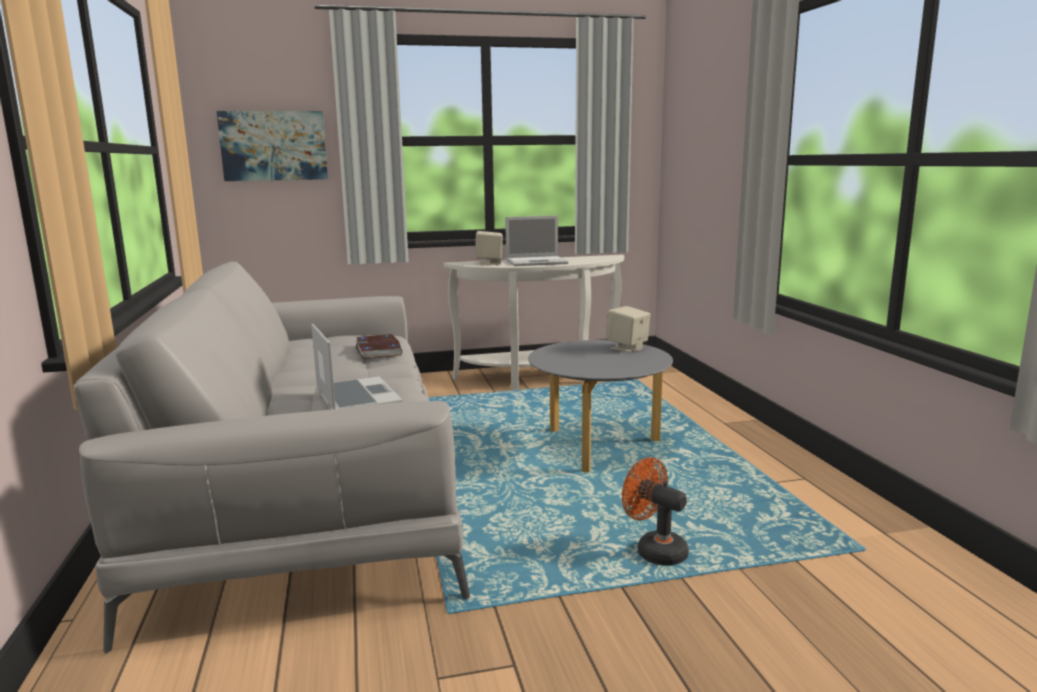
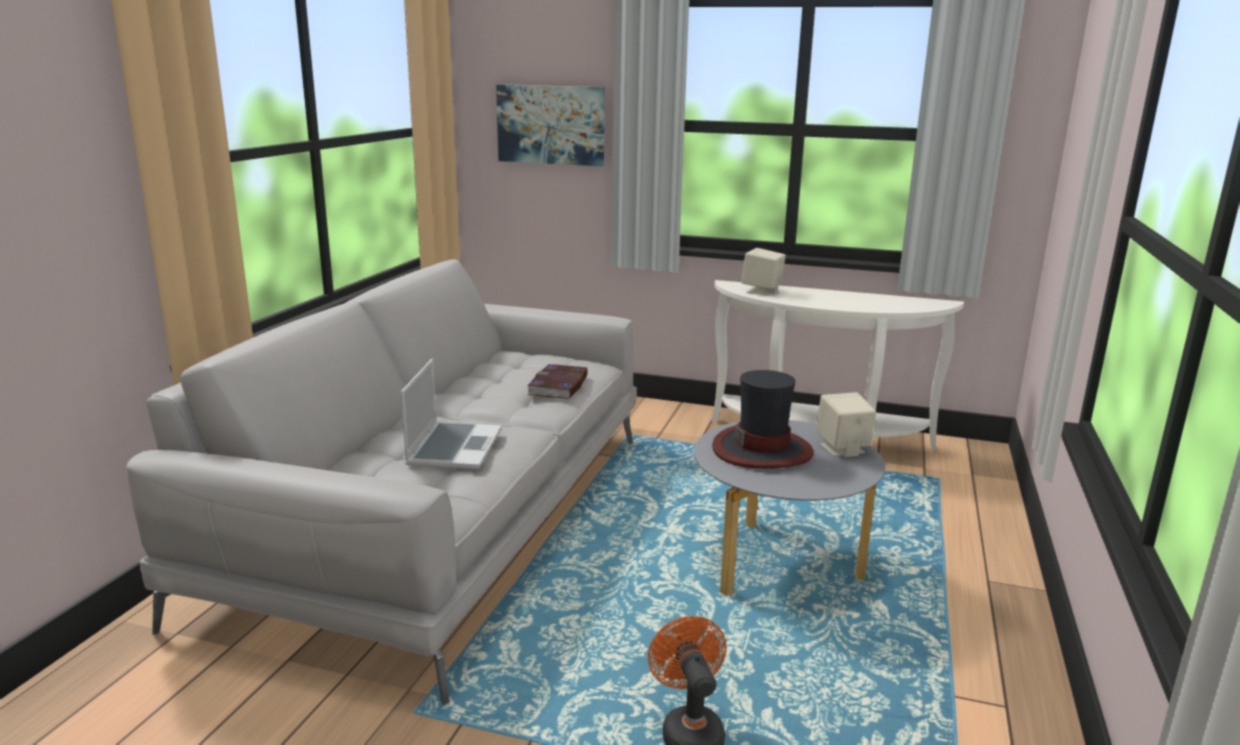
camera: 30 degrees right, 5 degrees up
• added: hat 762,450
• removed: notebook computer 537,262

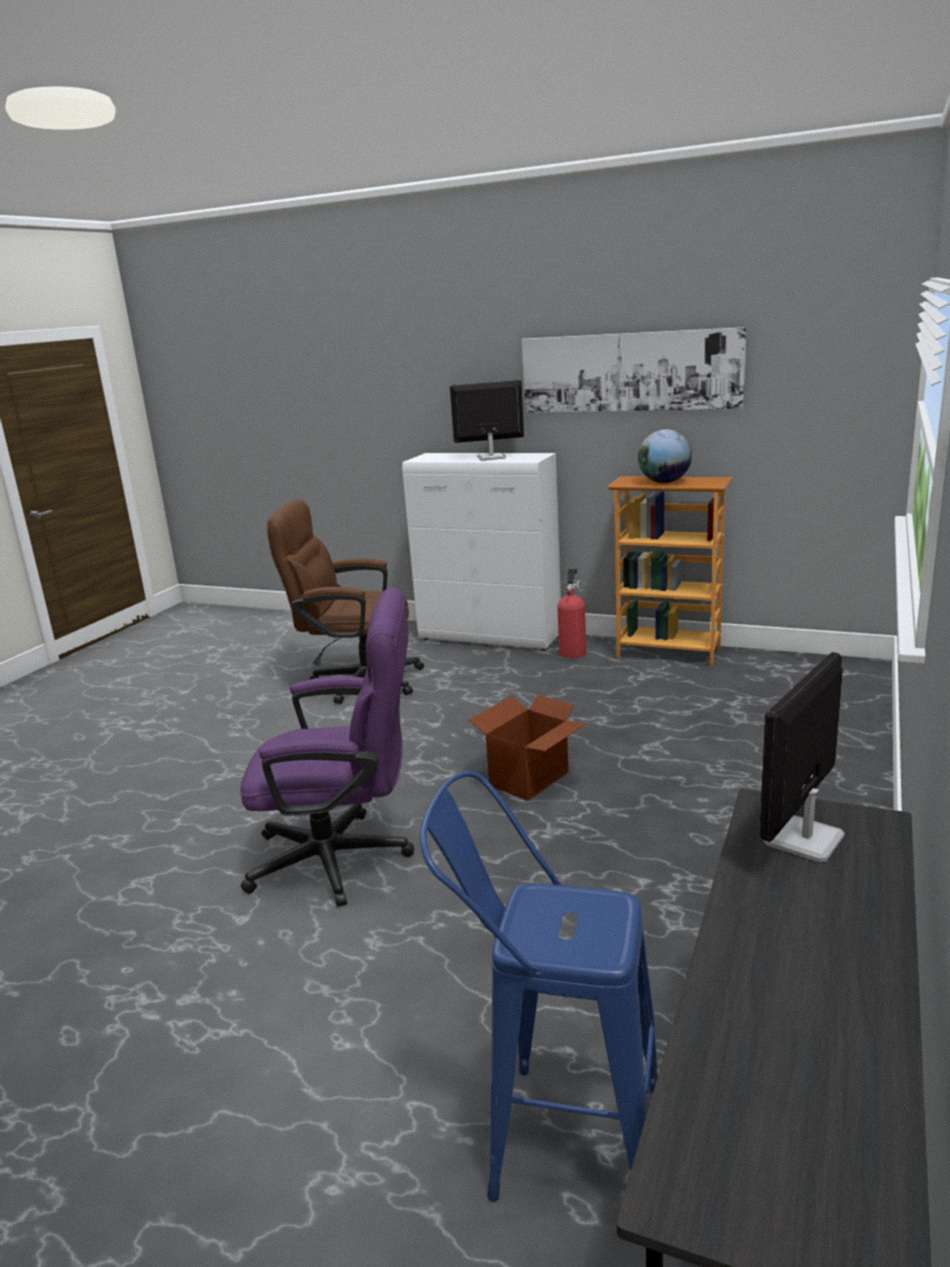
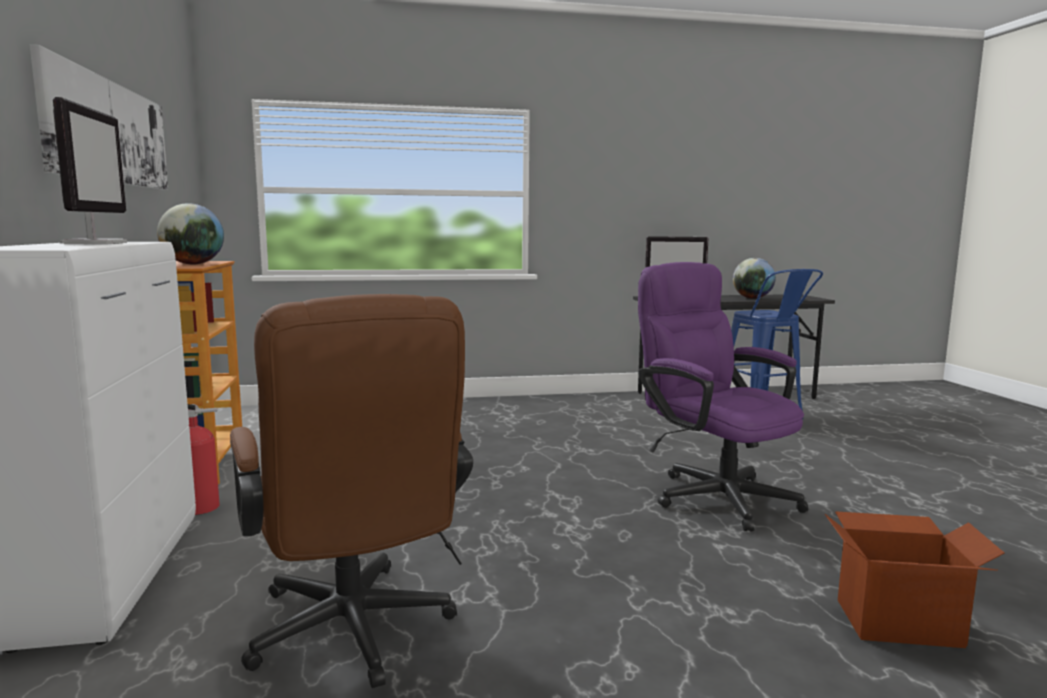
camera: 125 degrees left, 10 degrees down
• turned: computer screen 490,457 = 94,243 150 degrees counterclockwise
• added: desk globe 752,298
• moved: cardboard box 530,779 to 897,622

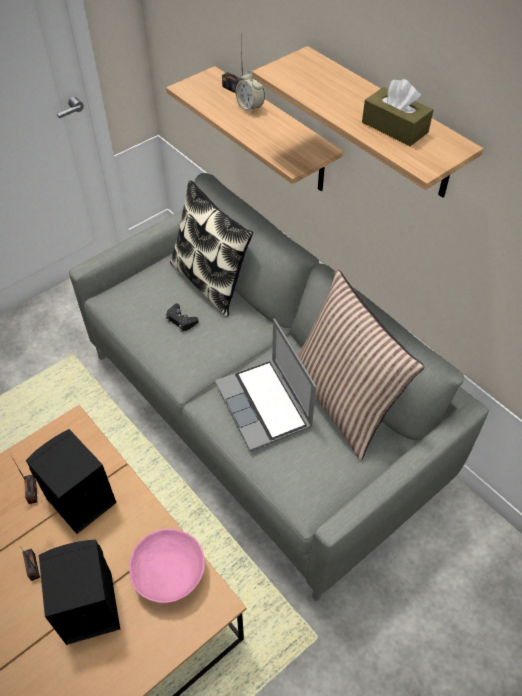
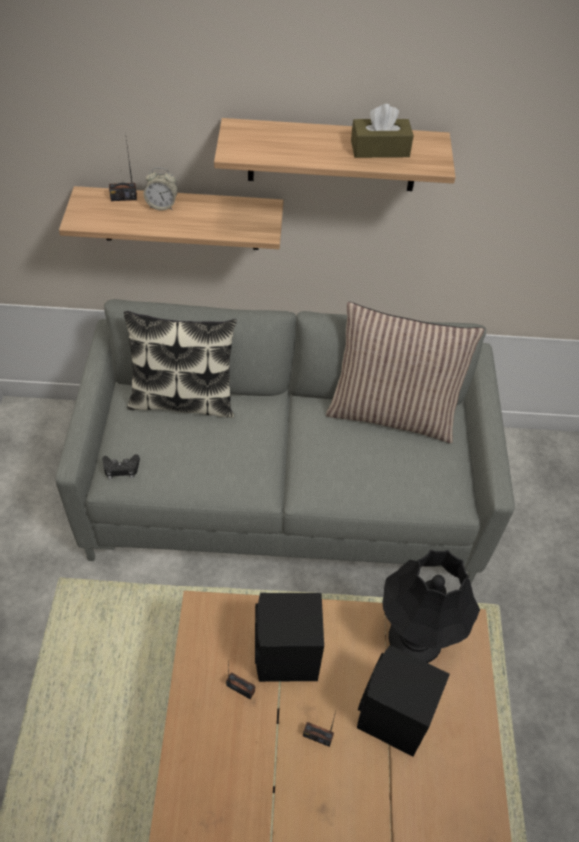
camera: 50 degrees left, 0 degrees up
• moved: gamepad in blackish 181,320 to 121,469
• replaced: bowl in pink-coloured 170,574 to tabletop lamp in blackish 415,639
• removed: notebook computer 265,406

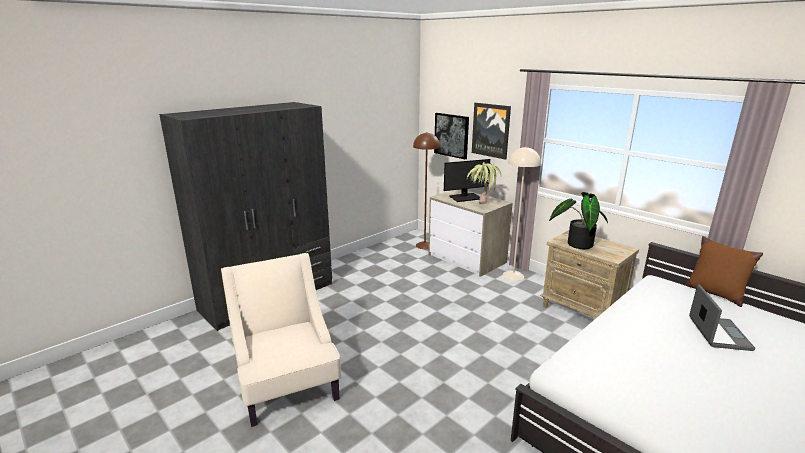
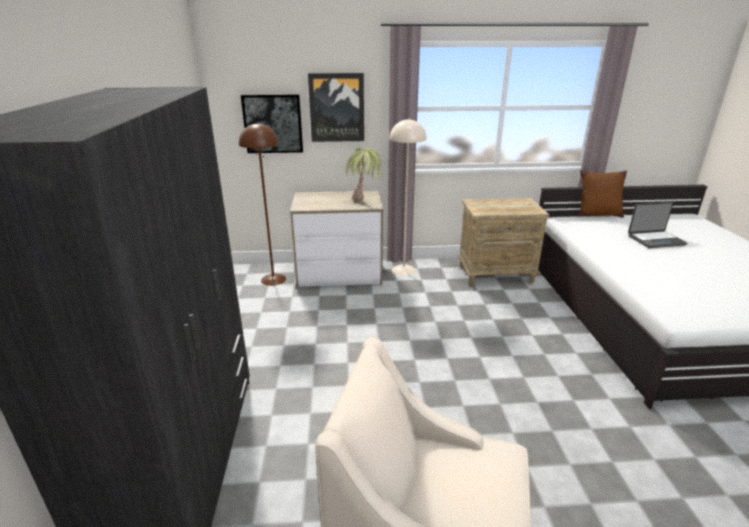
camera: 50 degrees left, 5 degrees up
• turned: notebook computer 718,333 = 655,240 120 degrees clockwise
• removed: computer screen 465,197
• removed: plant in a pot 577,244

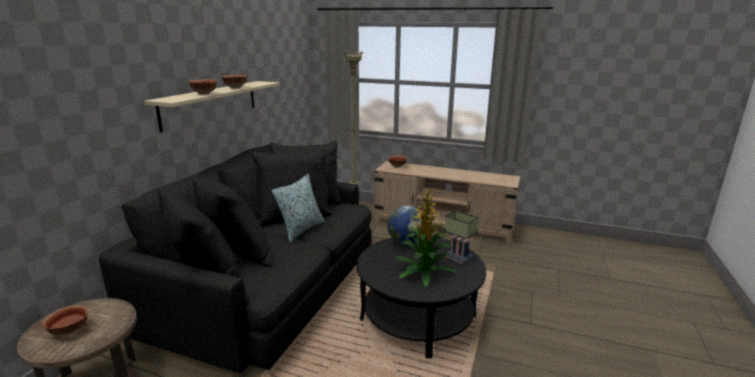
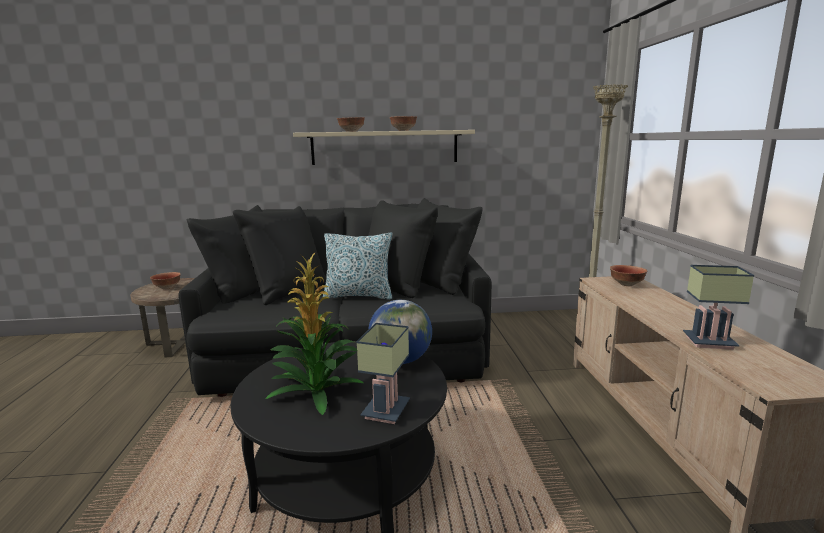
camera: 65 degrees right, 5 degrees down
• added: tabletop lamp 710,341

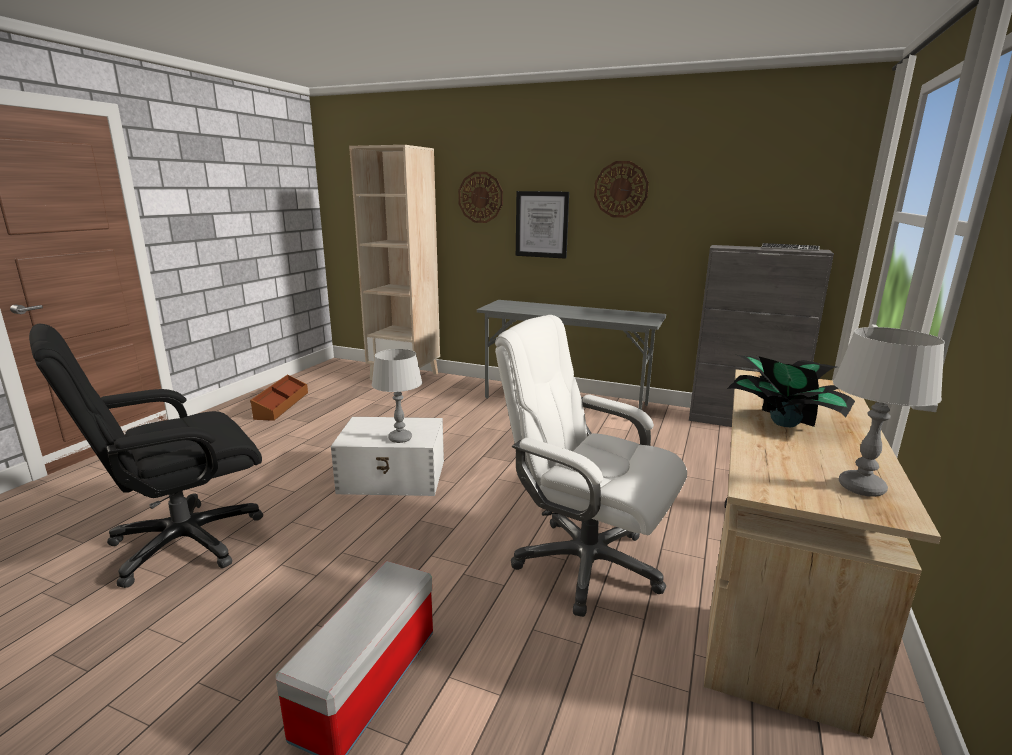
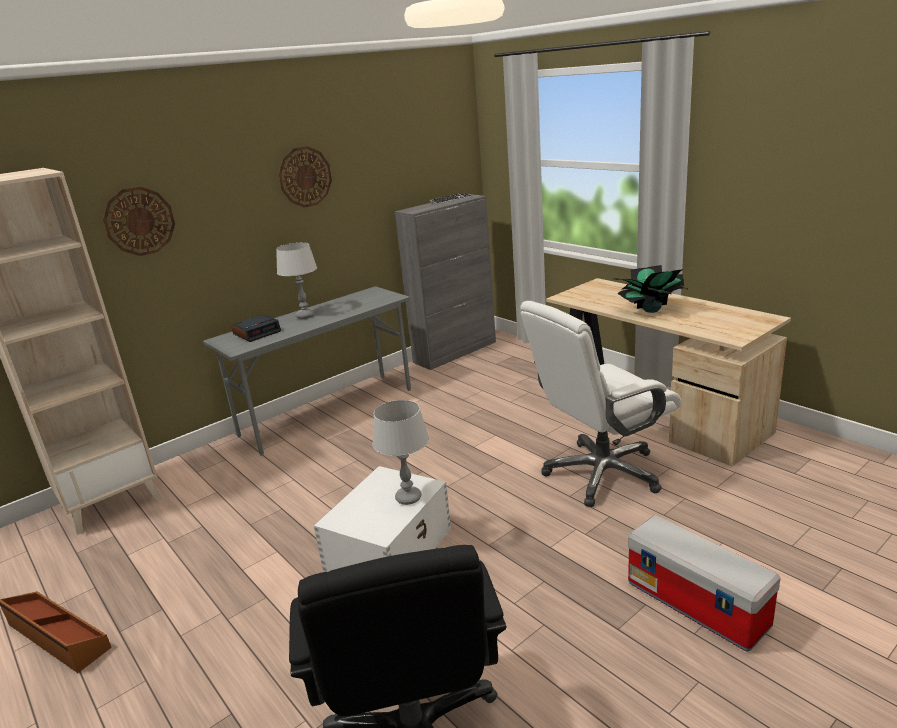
camera: 60 degrees left, 5 degrees up
• added: table clock 257,333
• moved: tabletop lamp in greyish 861,488 to 305,316
• removed: picture 542,224

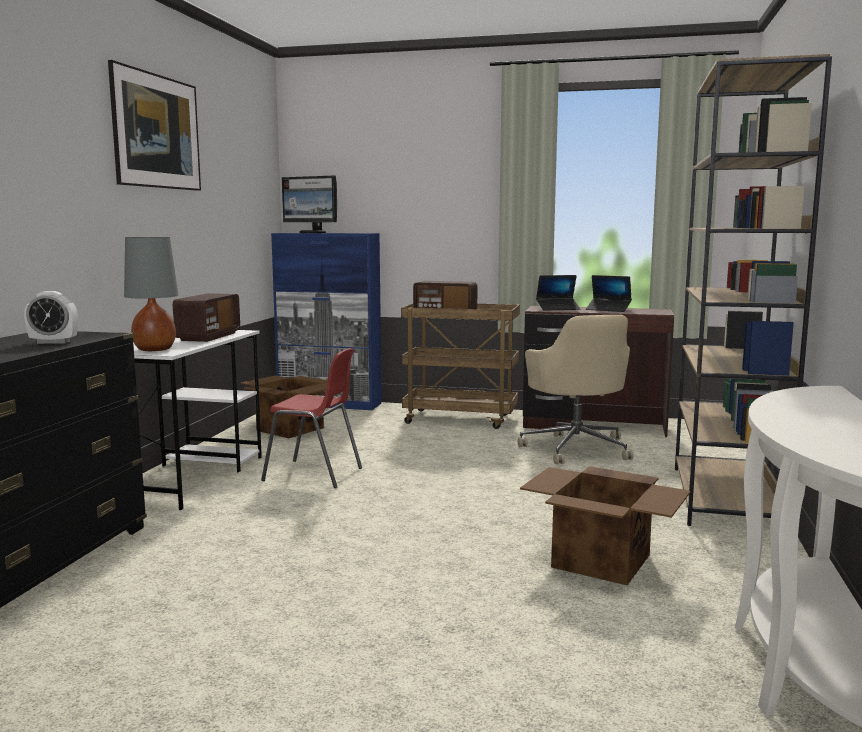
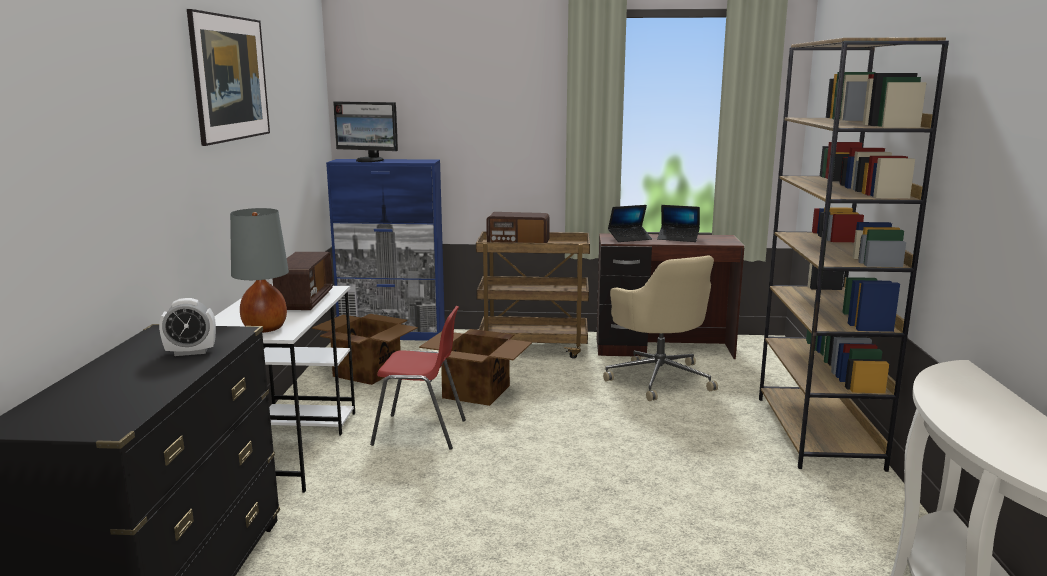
camera: 10 degrees left, 5 degrees up
• moved: cardboard box 602,561 to 477,392

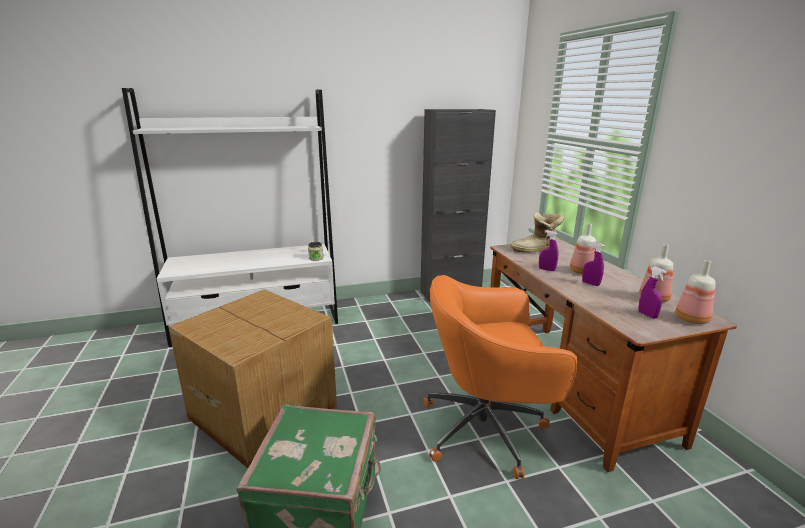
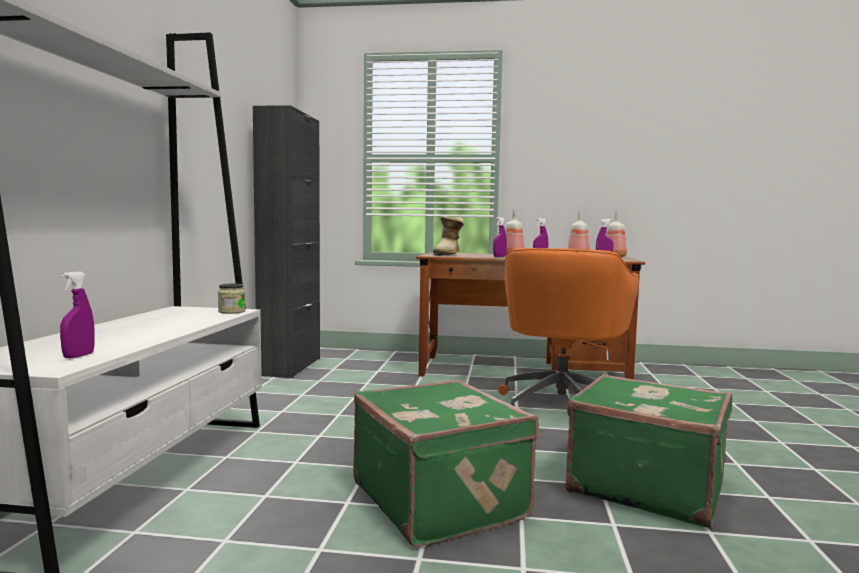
camera: 65 degrees left, 15 degrees down
• added: spray bottle in purplish 78,356
• replaced: cardboard box 264,411 to piece of luggage in green 441,500

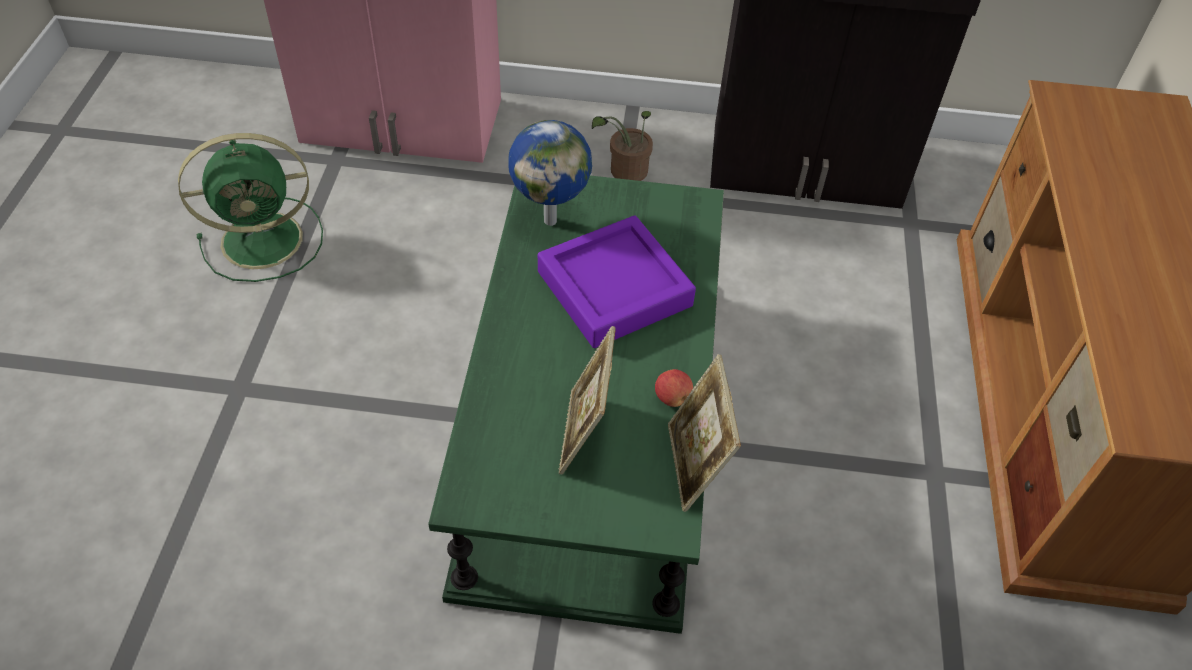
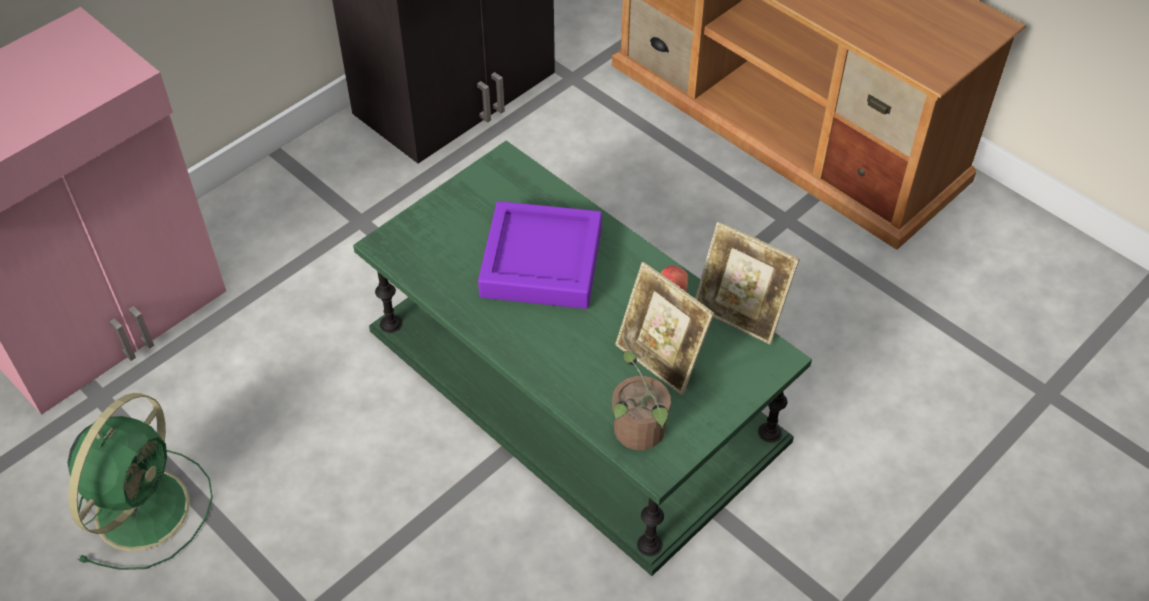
camera: 50 degrees left, 0 degrees up
• moved: plant in a pot 624,172 to 638,435
• removed: desk globe 551,219

